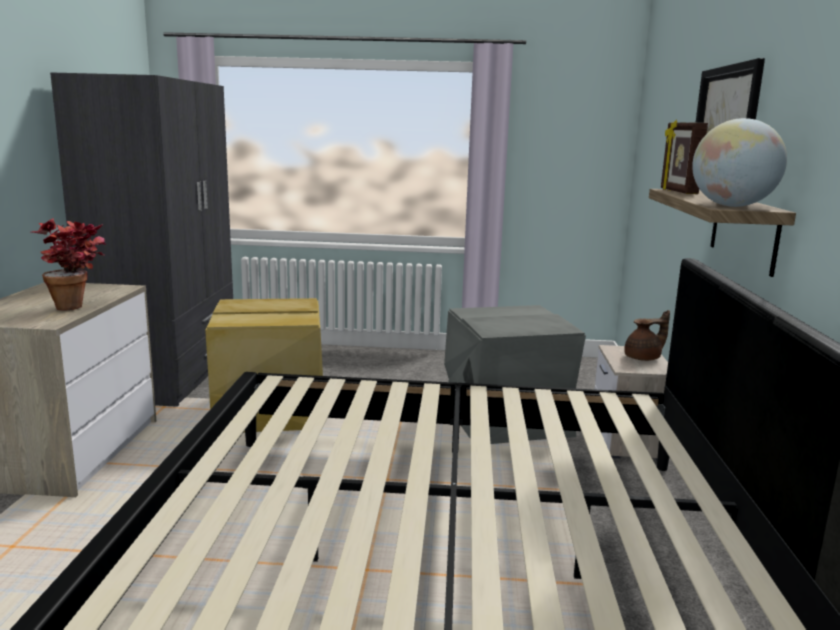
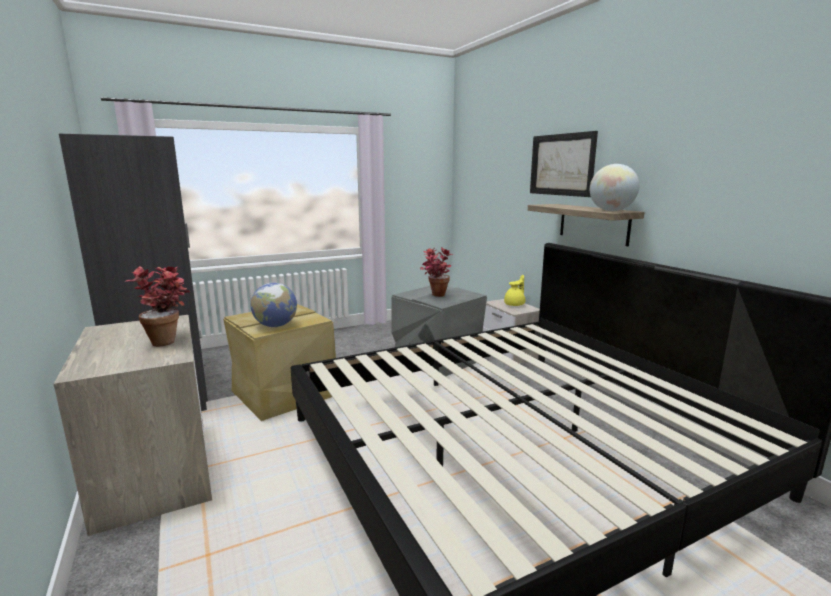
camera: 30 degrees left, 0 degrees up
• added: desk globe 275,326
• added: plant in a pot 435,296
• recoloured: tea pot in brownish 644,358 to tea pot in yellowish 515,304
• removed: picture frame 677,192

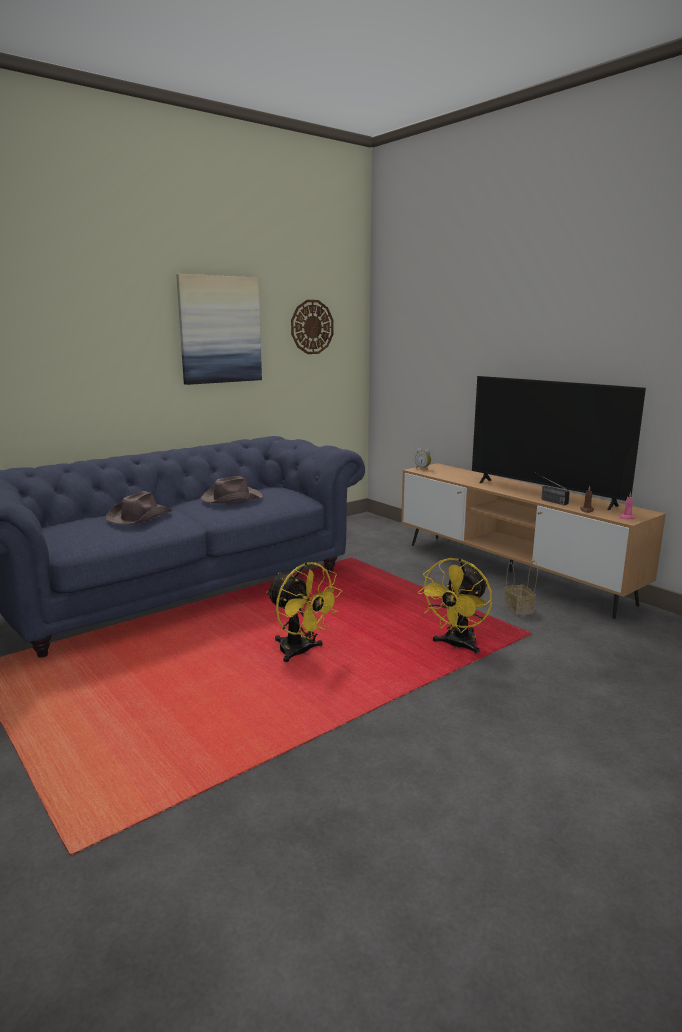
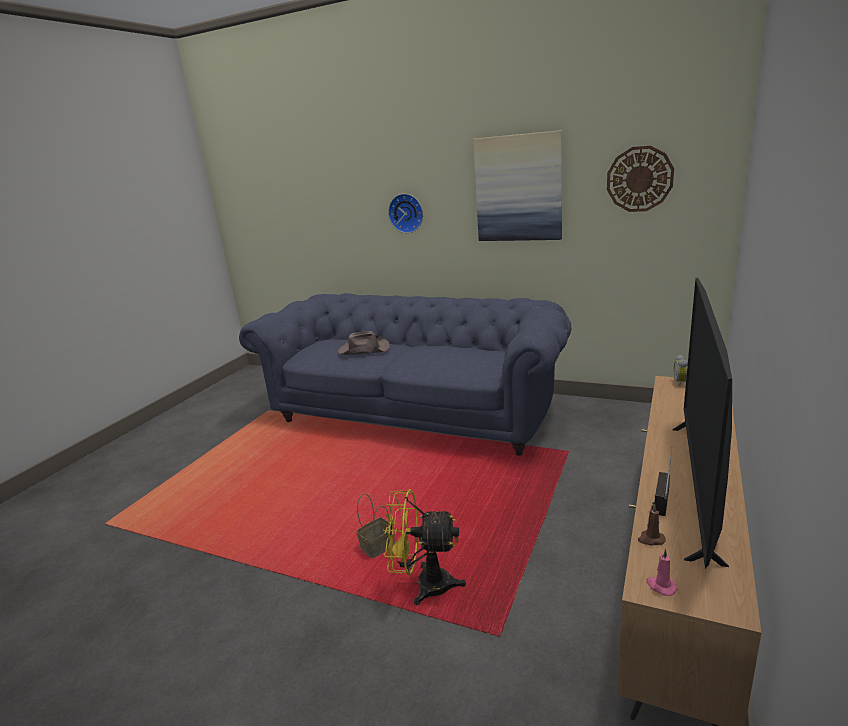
camera: 65 degrees right, 5 degrees up
• moved: basket 519,609 to 377,548
• added: hanging clock 406,213
• removed: hat in brownish 231,498
• removed: cooling fan in yellowish 301,652

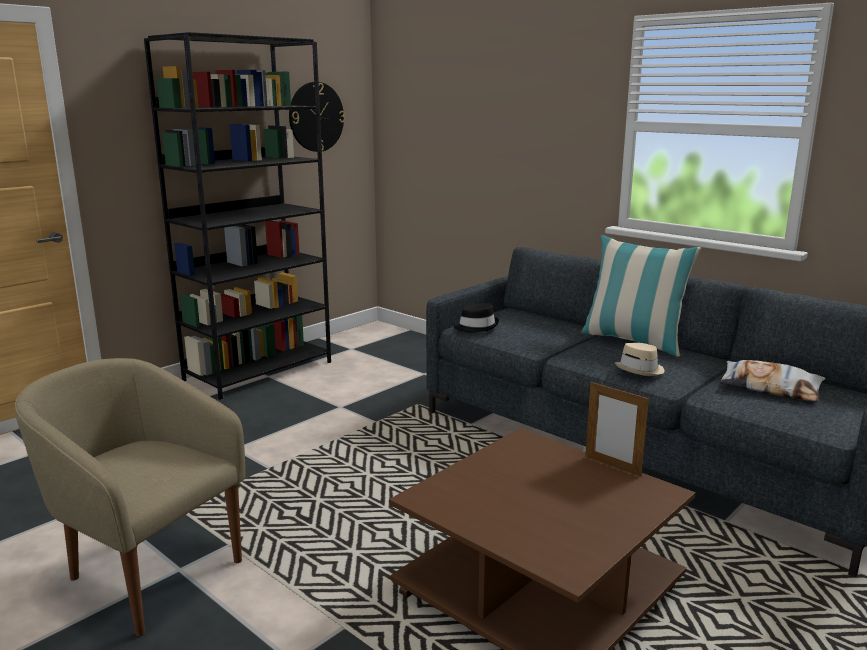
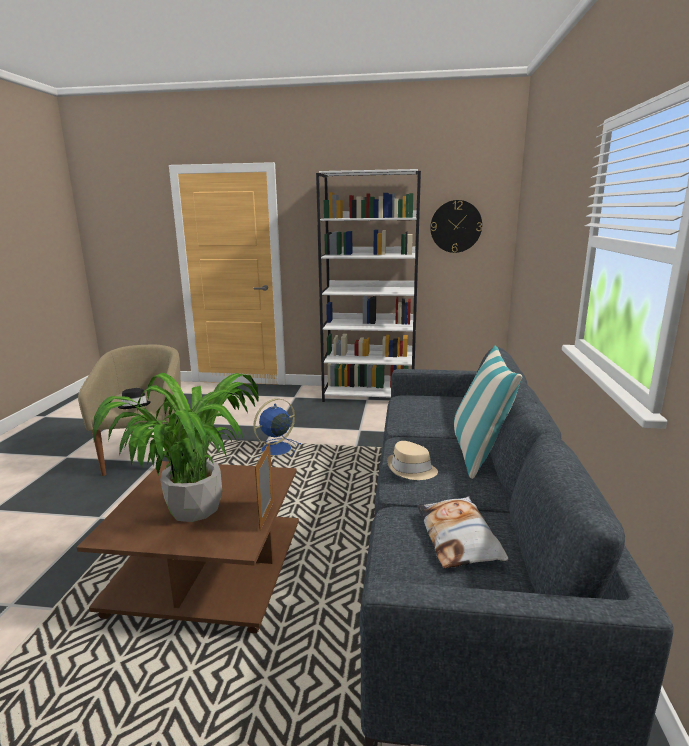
camera: 55 degrees right, 0 degrees up
• added: plant in a pot 194,509
• moved: hat in blackish 477,327 to 134,405
• added: cooling fan in bluish 275,449
• recoloured: bookcase in blackish 259,371 to bookcase in white 369,395

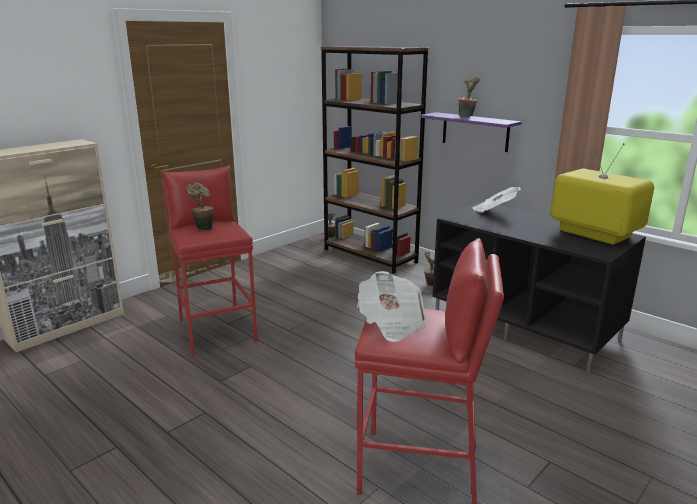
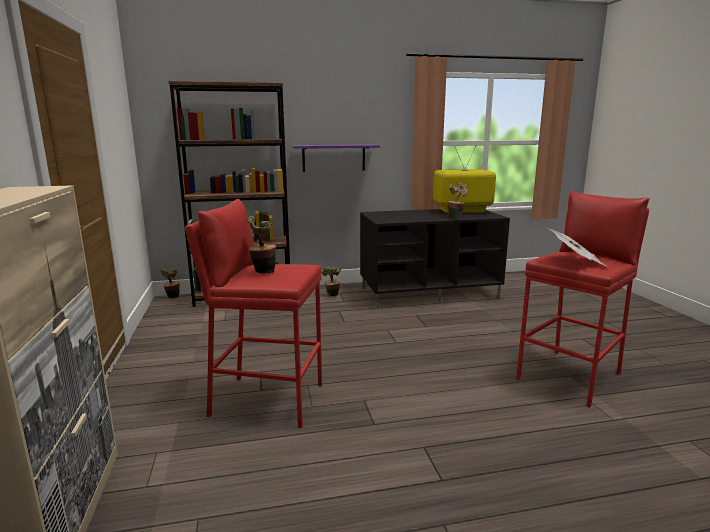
camera: 55 degrees left, 5 degrees down
• moved: plant in a pot 467,117 to 455,217
• removed: printed paper 494,211

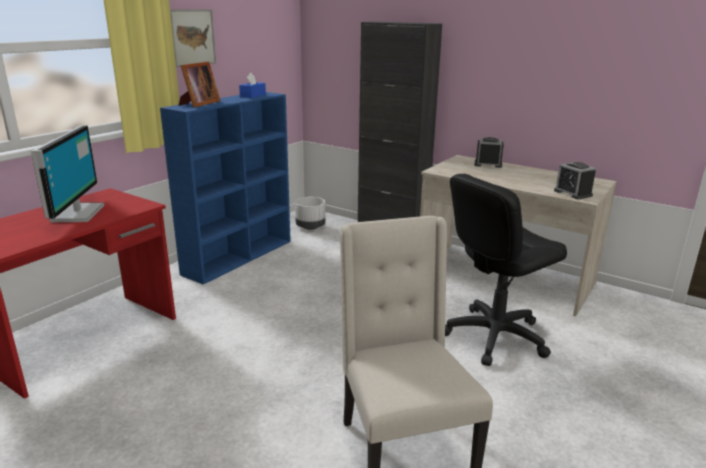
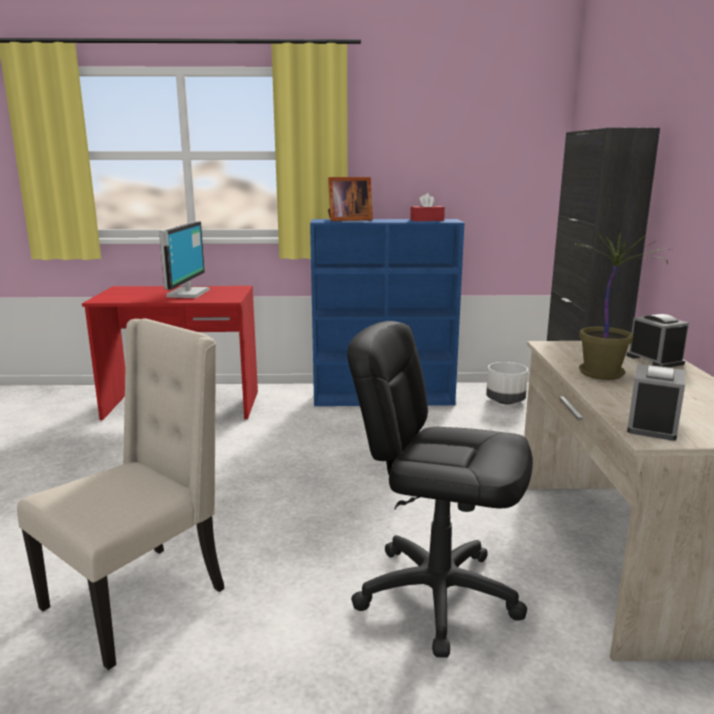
camera: 55 degrees right, 5 degrees down
• turned: computer screen 75,213 = 186,293 45 degrees counterclockwise
• recoloured: box of tissues in bluish 253,95 to box of tissues in reddish 427,220
• added: plant in a pot 603,374
• removed: picture 192,37

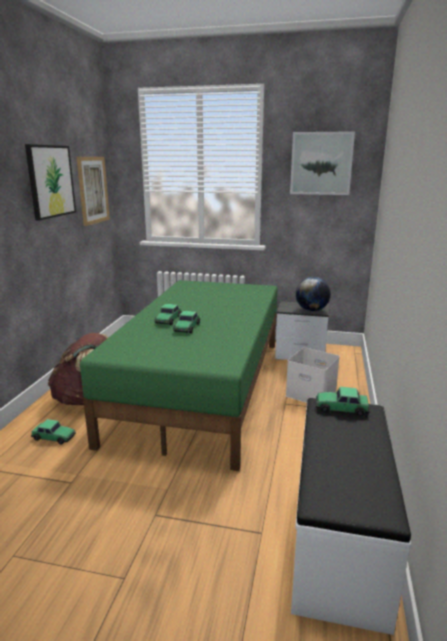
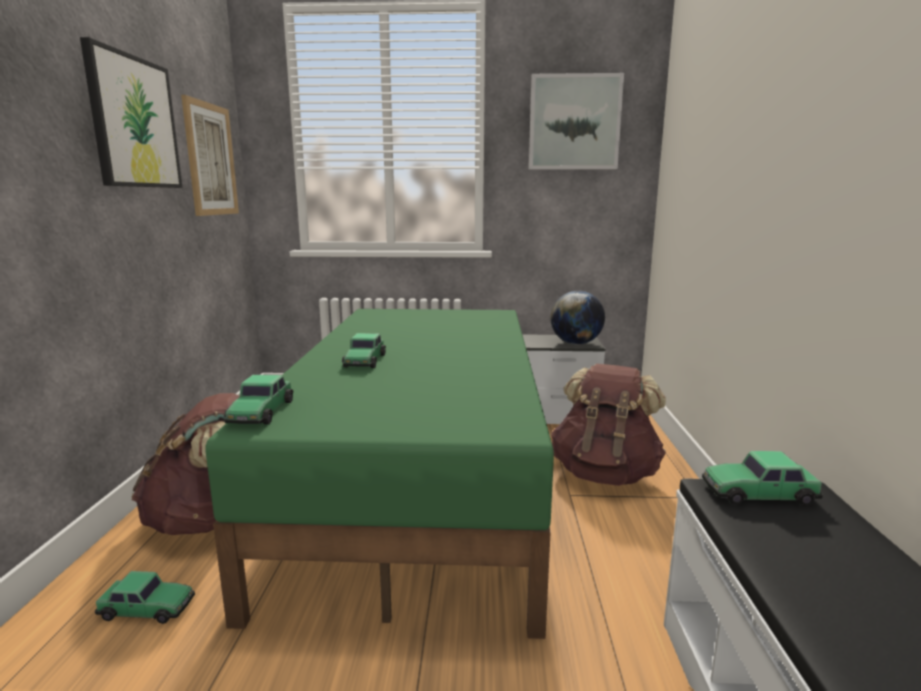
camera: 10 degrees left, 5 degrees down
• moved: model car 187,328 to 261,412
• replaced: storage bin in white 312,393 to rucksack in brownish 605,473

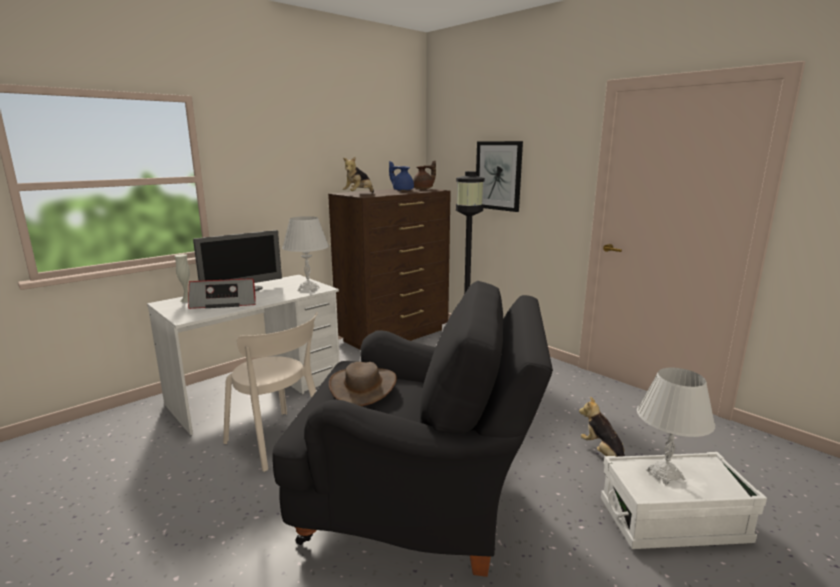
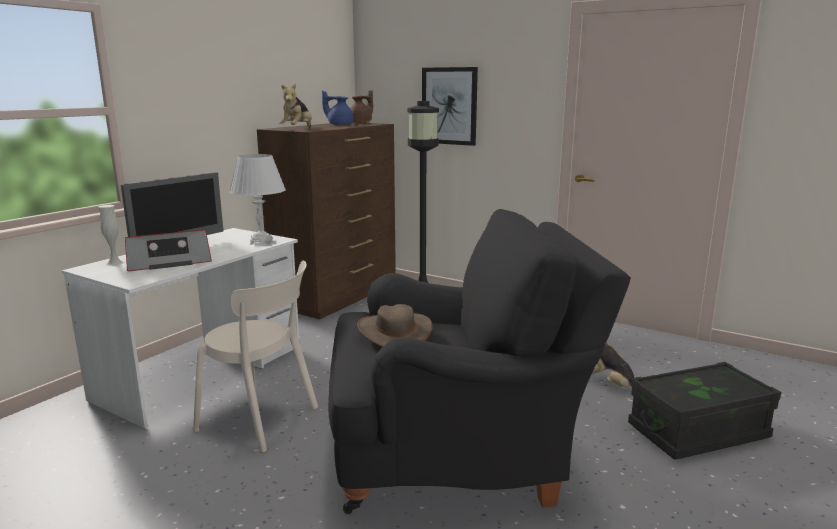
camera: 15 degrees left, 0 degrees up
• recoloured: storage bin in white 672,521 to storage bin in blackish 697,432
• removed: tabletop lamp in white 665,474

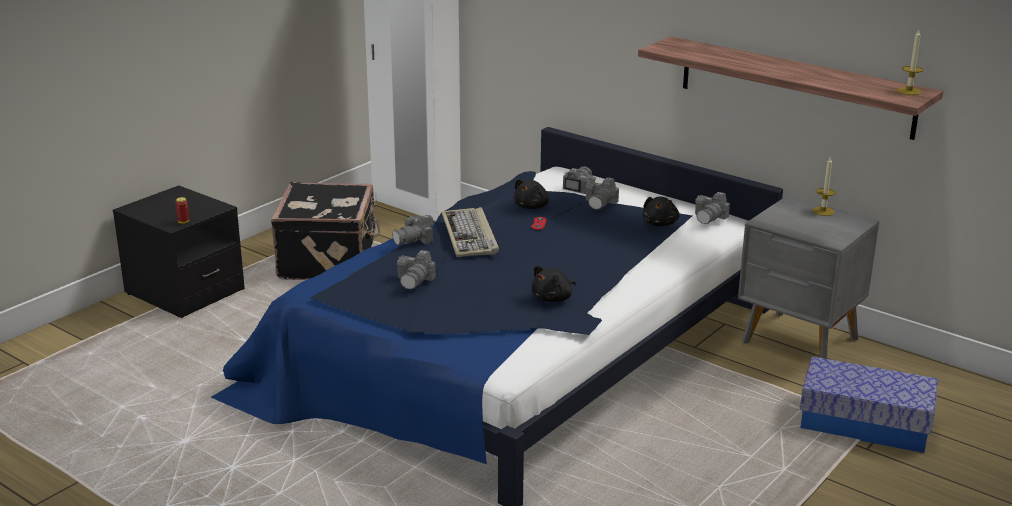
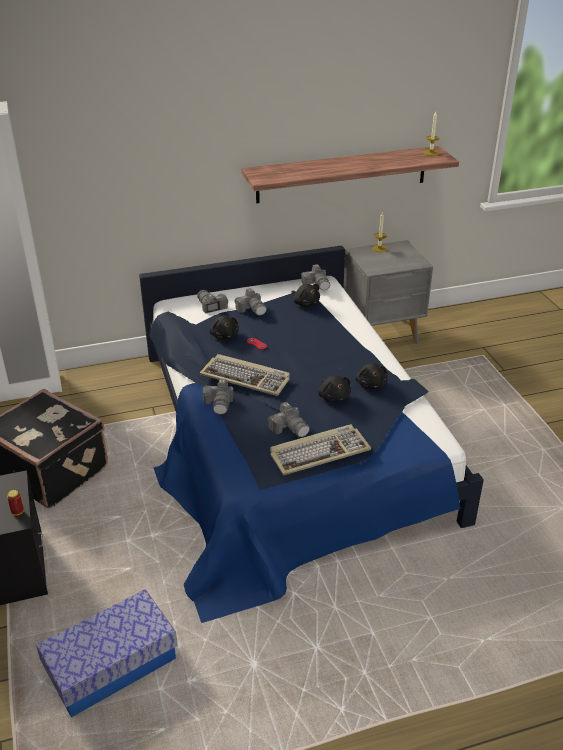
camera: 55 degrees left, 10 degrees up
• moved: storage bin 864,424 to 112,665
• added: keyboard 319,452
• added: soft toy in blackish 333,396

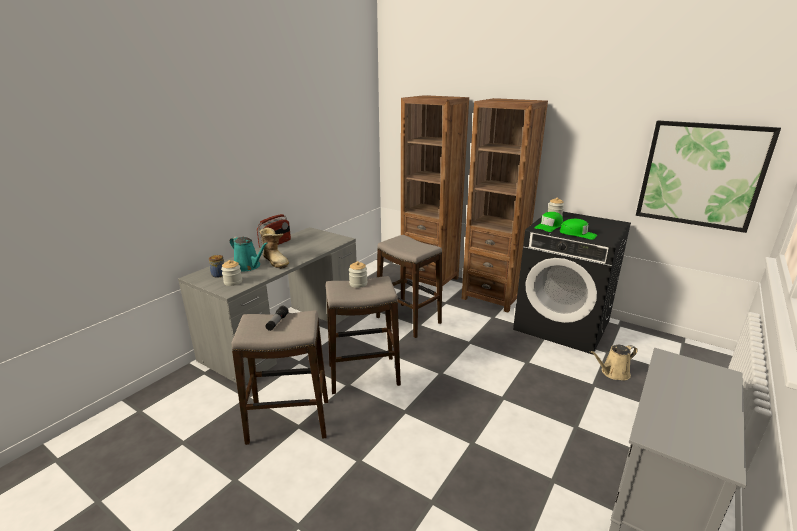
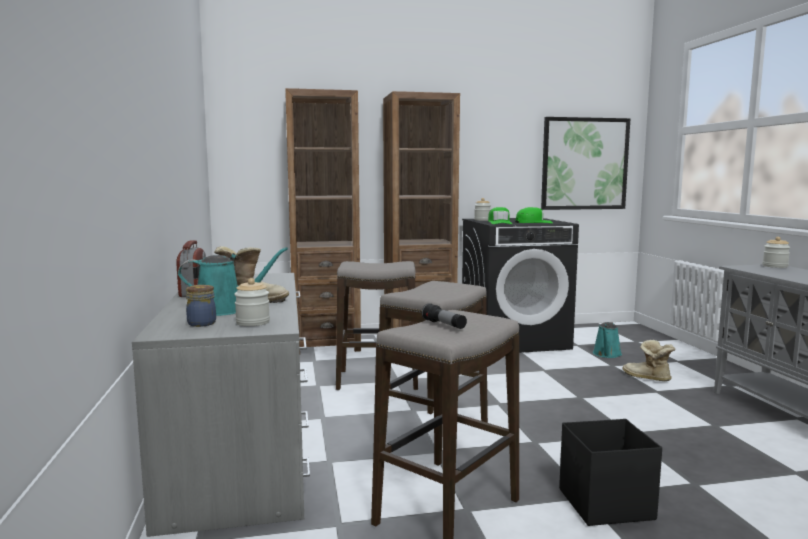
camera: 45 degrees left, 15 degrees down
• added: storage bin in blackish 604,504
• recoloured: watering pot in beige 613,373 to watering pot in blue-green 606,354
• added: high-top boot 647,378
• moved: storage jar 358,284 to 775,266

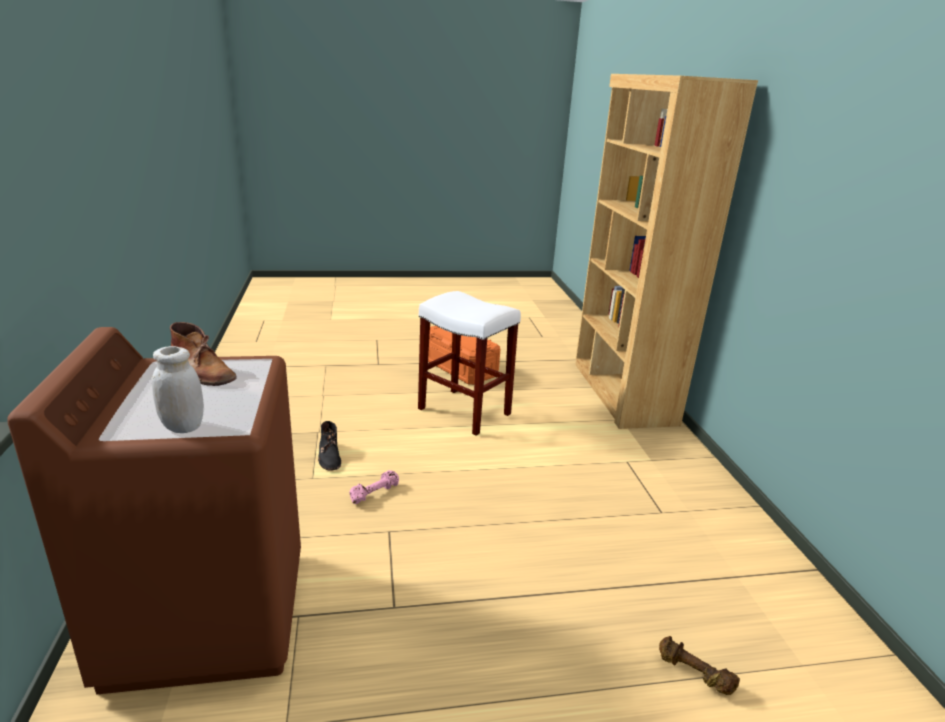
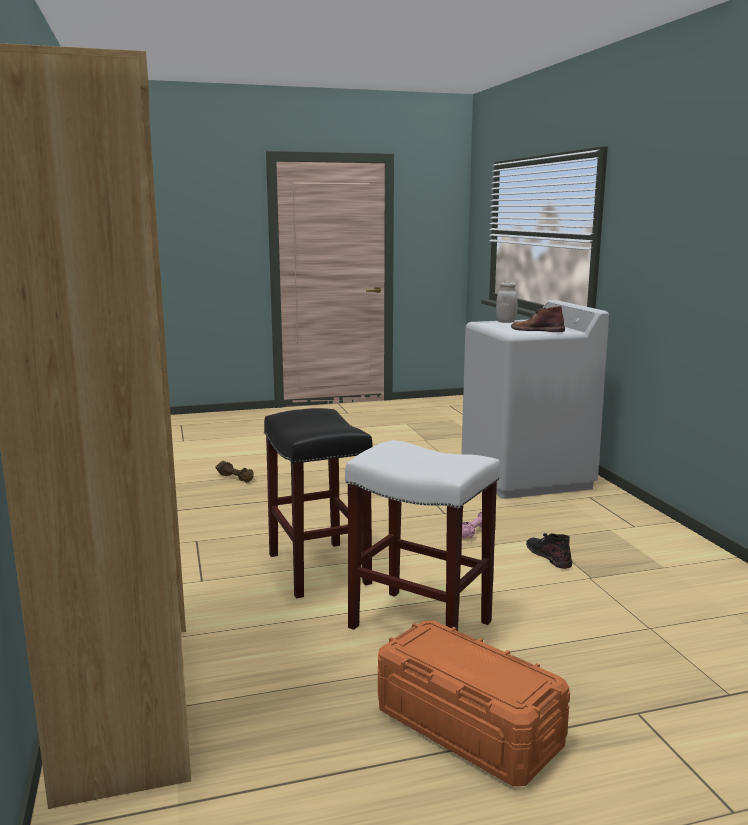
camera: 175 degrees right, 10 degrees down
• added: sitting stool in blackish 317,568
• recoloured: laundry appliance in brownish 209,614 to laundry appliance in white 526,477

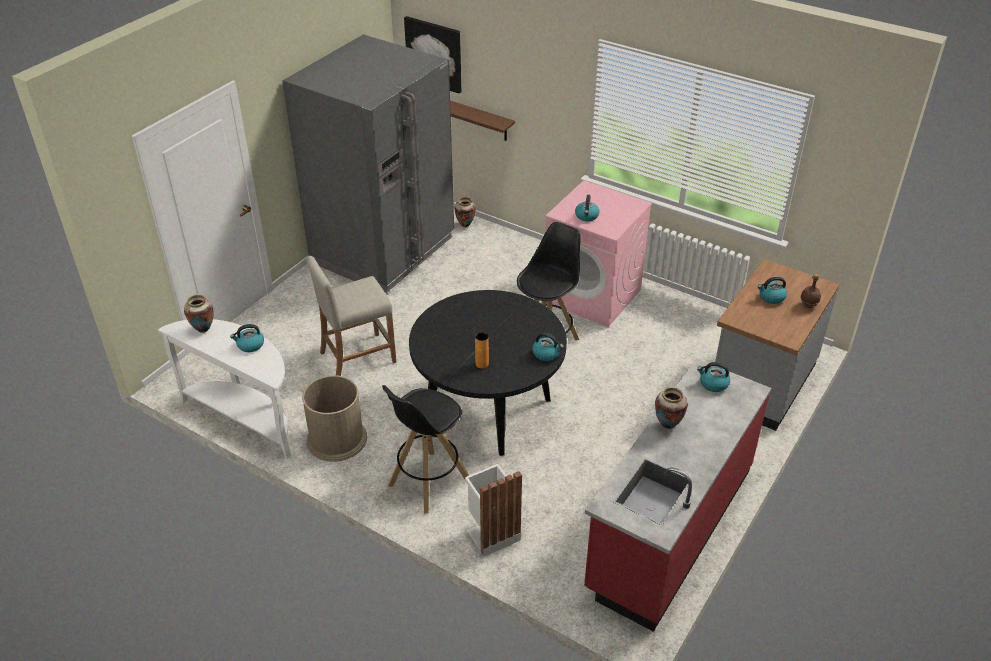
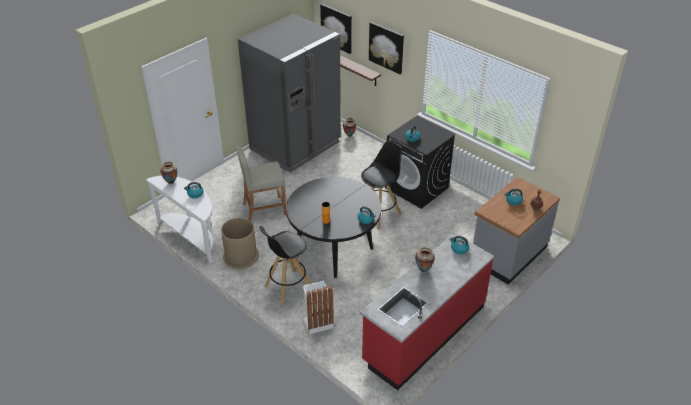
camera: 10 degrees right, 0 degrees up
• added: picture 386,47
• recoloured: laundry appliance in pink-coloured 592,295 to laundry appliance in blackish 417,188

